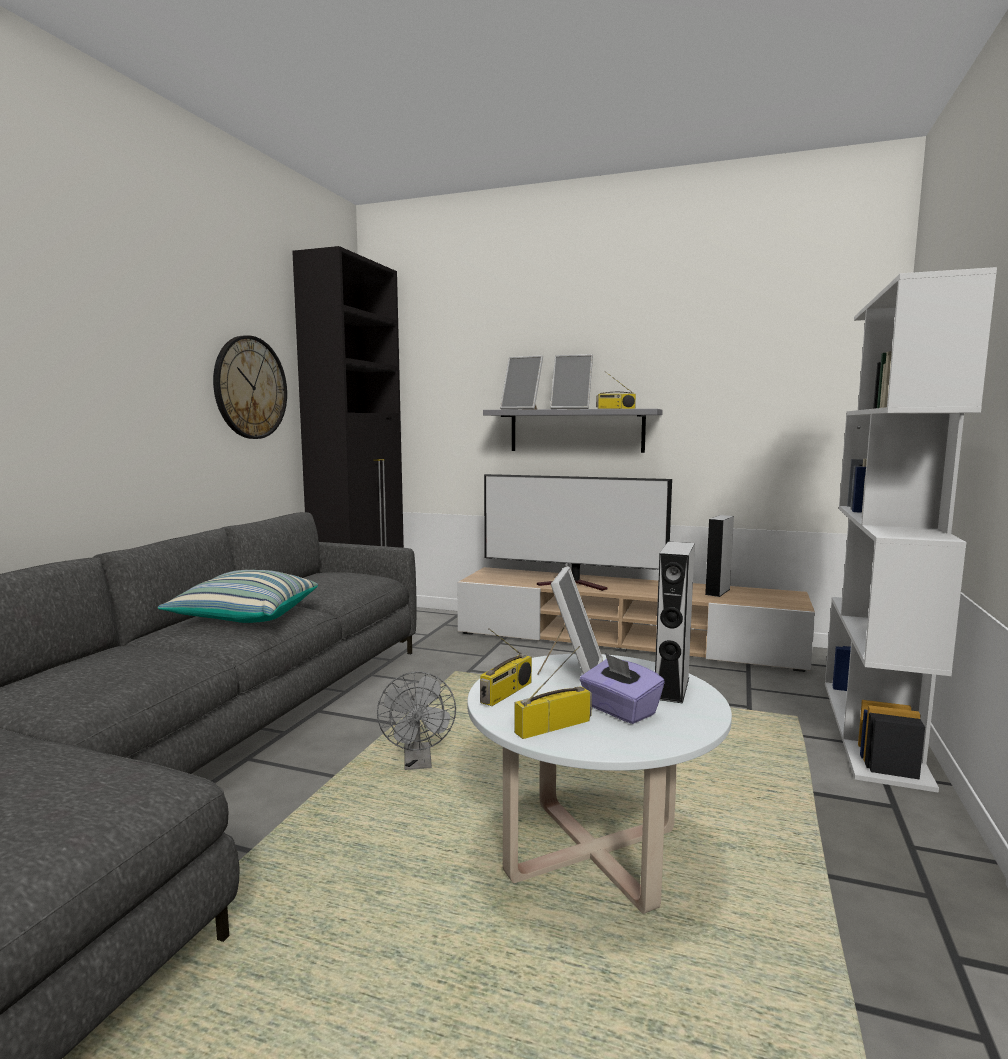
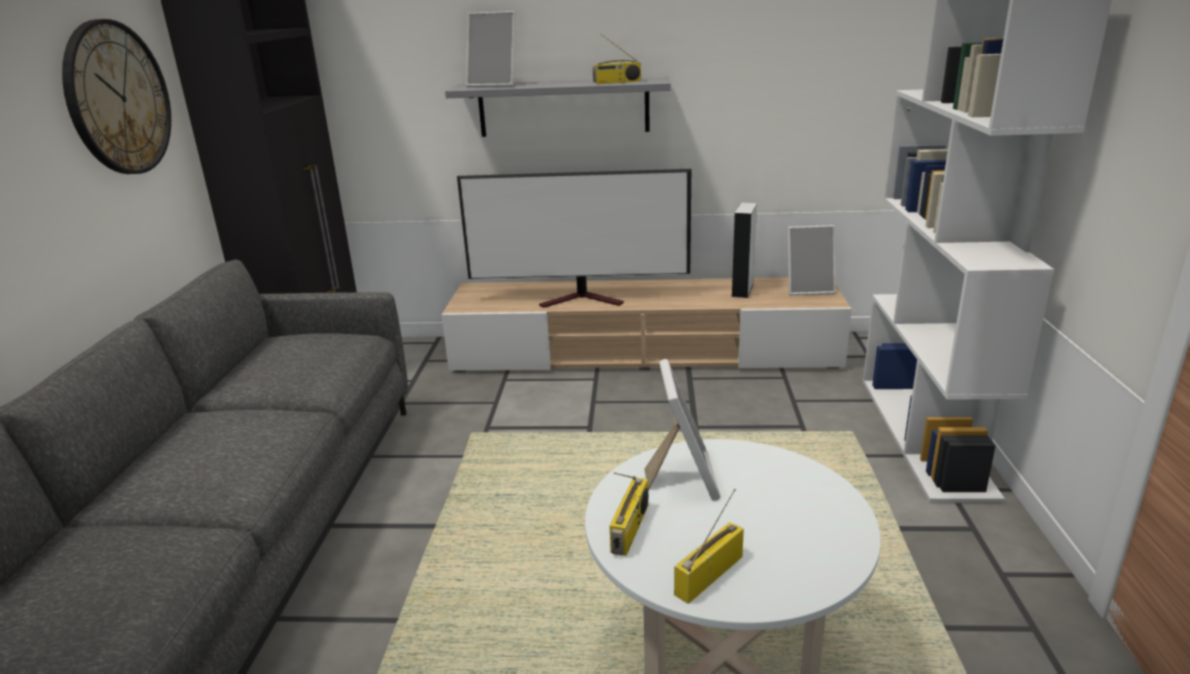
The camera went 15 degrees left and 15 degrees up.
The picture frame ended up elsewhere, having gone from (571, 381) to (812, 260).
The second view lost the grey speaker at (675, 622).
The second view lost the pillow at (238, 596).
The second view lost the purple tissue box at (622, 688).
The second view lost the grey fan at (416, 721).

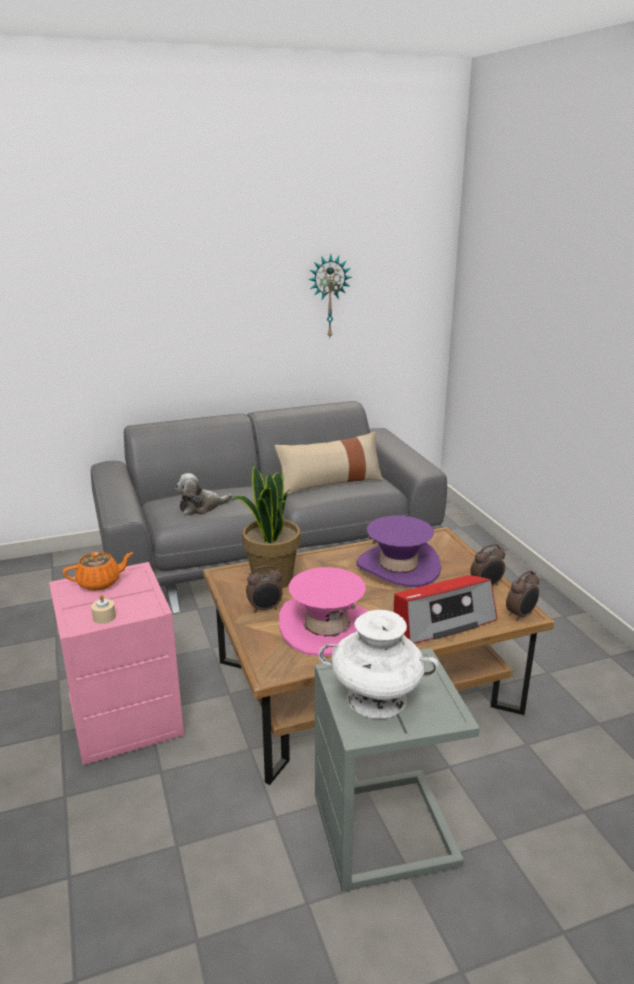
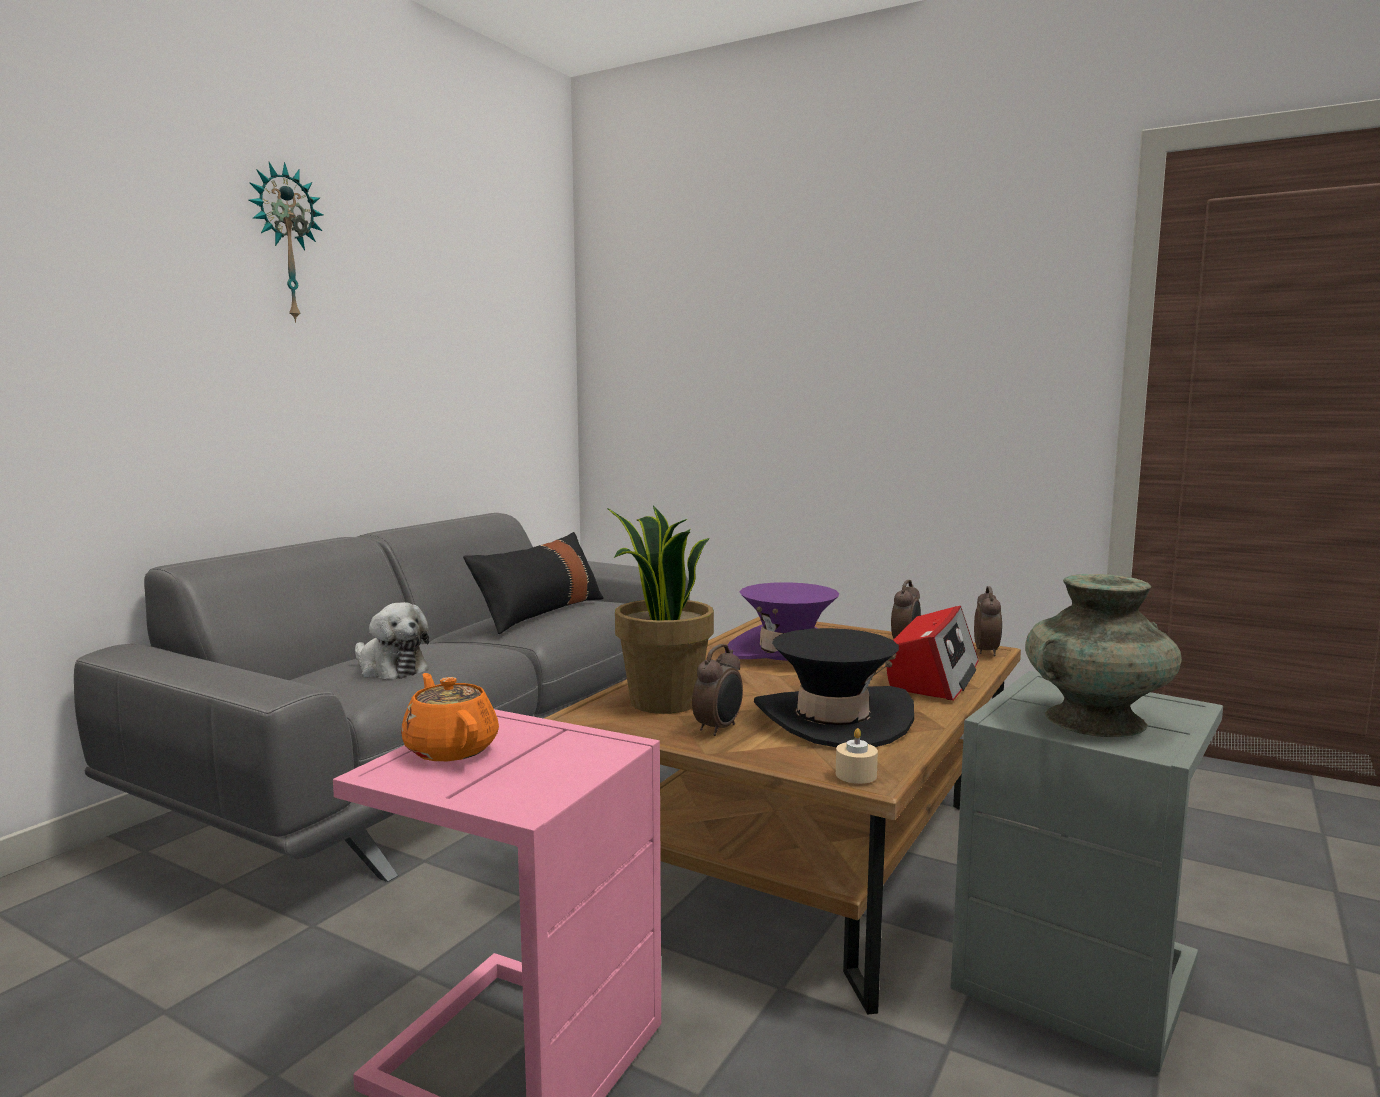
The camera went 40 degrees left and 15 degrees down.
The wall clock ended up elsewhere, having gone from (330, 296) to (286, 242).
What was the beige pillow at (329, 463) turned into the black pillow at (533, 583).
The plush toy at (204, 494) ended up facing another way, 75 degrees counterclockwise from before.
The orange teapot at (97, 571) ended up facing another way, 60 degrees counterclockwise from before.
What was the pink hat at (323, 611) turned into the black hat at (834, 688).
The beige candle ended up elsewhere, having gone from (103, 609) to (857, 756).
What was the white vase at (379, 664) turned into the turquoise vase at (1103, 655).

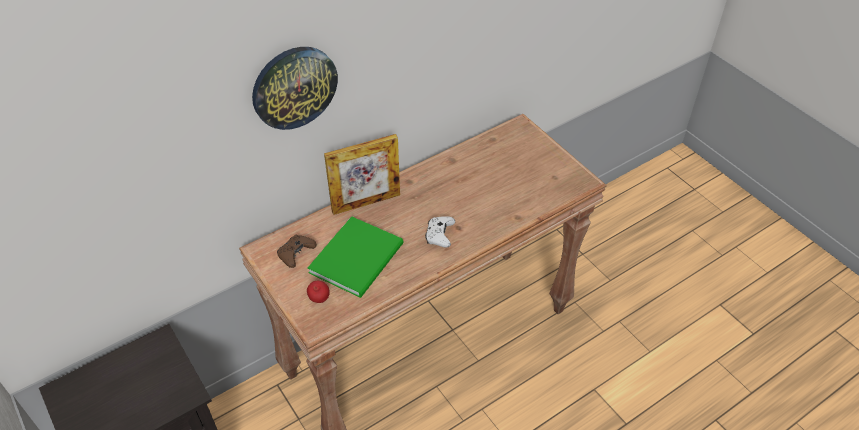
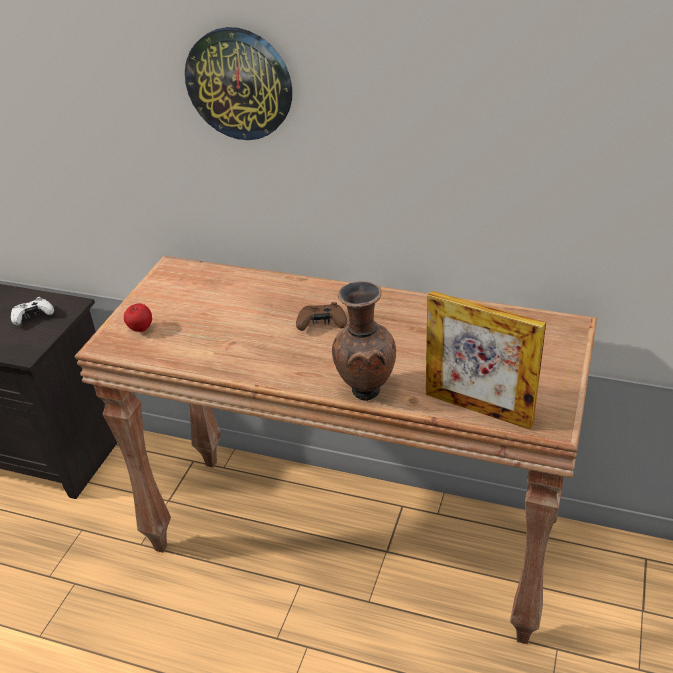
The camera went 55 degrees right and 10 degrees down.
The picture frame ended up elsewhere, having gone from (362, 174) to (486, 360).
The second view lost the green book at (355, 257).
The white game controller ended up elsewhere, having gone from (440, 232) to (32, 311).
The brown game controller ended up elsewhere, having gone from (296, 251) to (321, 316).
The second view gained the brown vase at (364, 341).

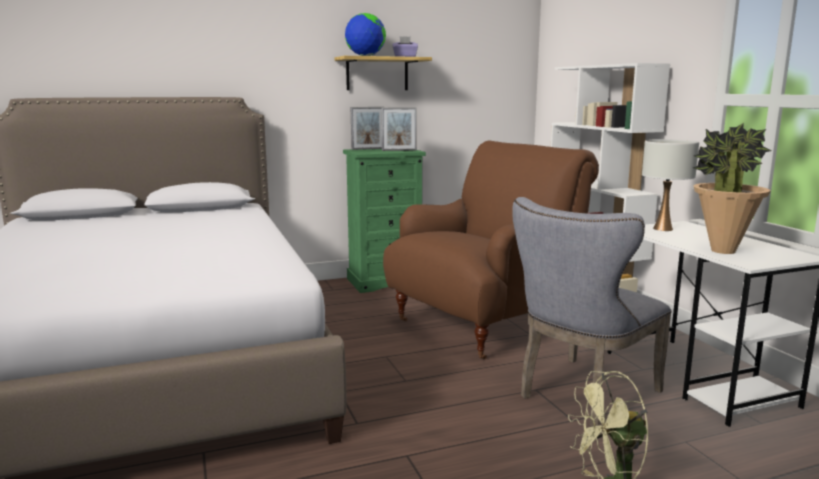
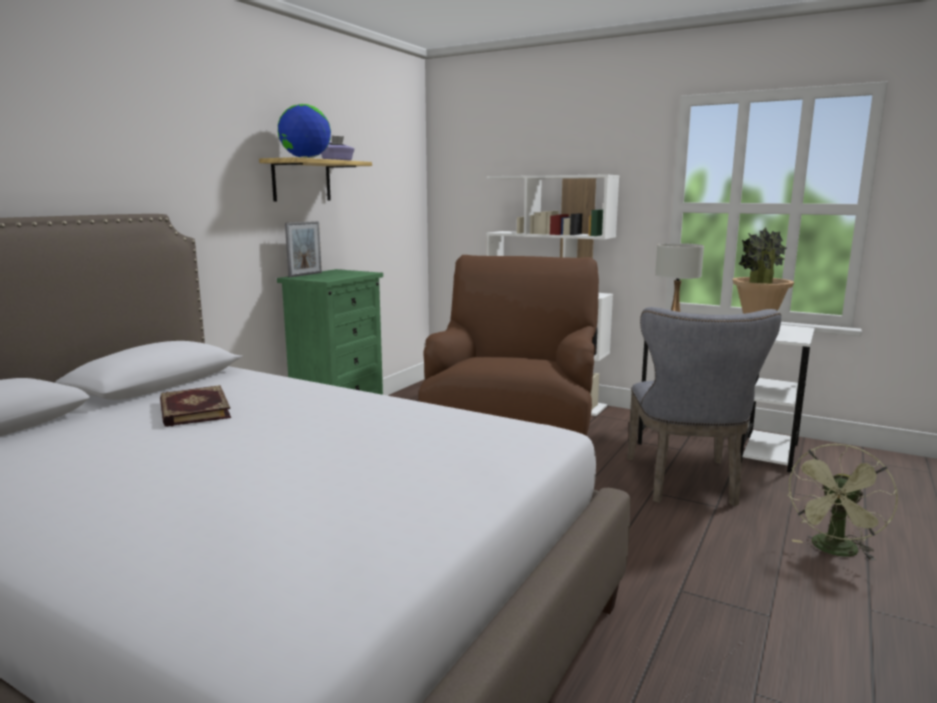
The camera went 40 degrees left and 0 degrees up.
The second view lost the picture frame at (399, 129).
The second view gained the book at (195, 406).

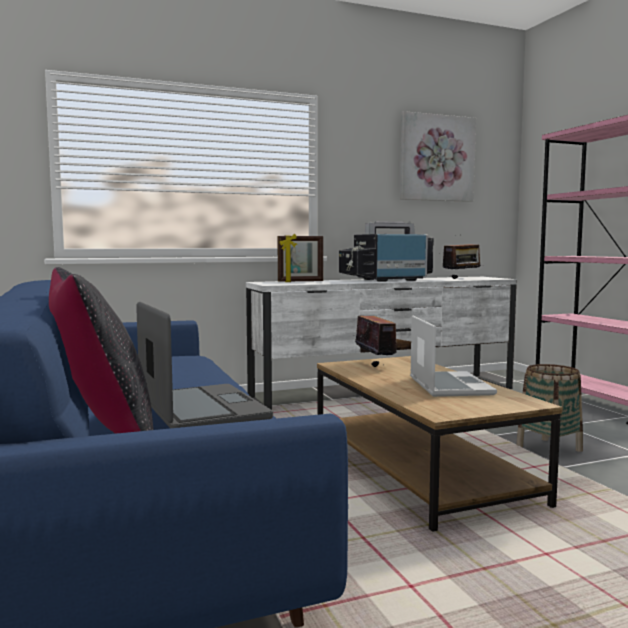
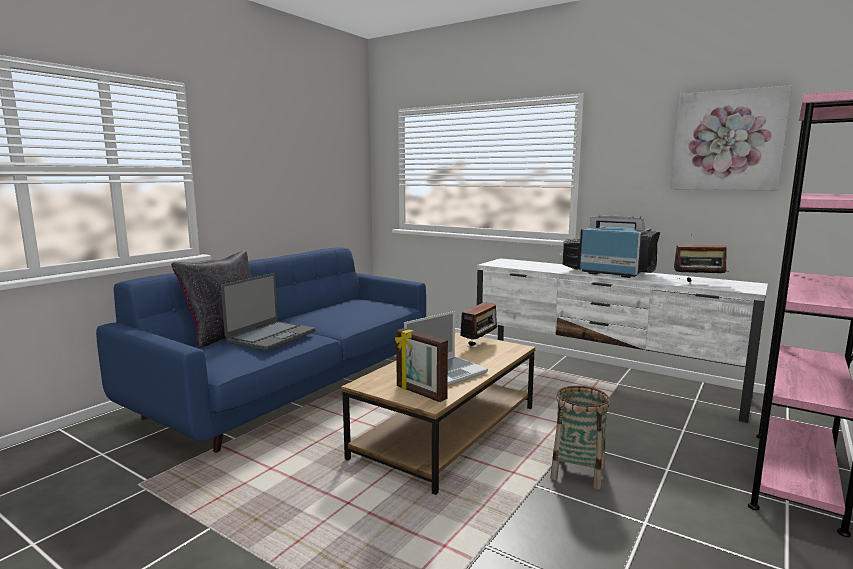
The camera went 55 degrees right and 5 degrees up.
The picture frame ended up elsewhere, having gone from (300, 258) to (421, 365).

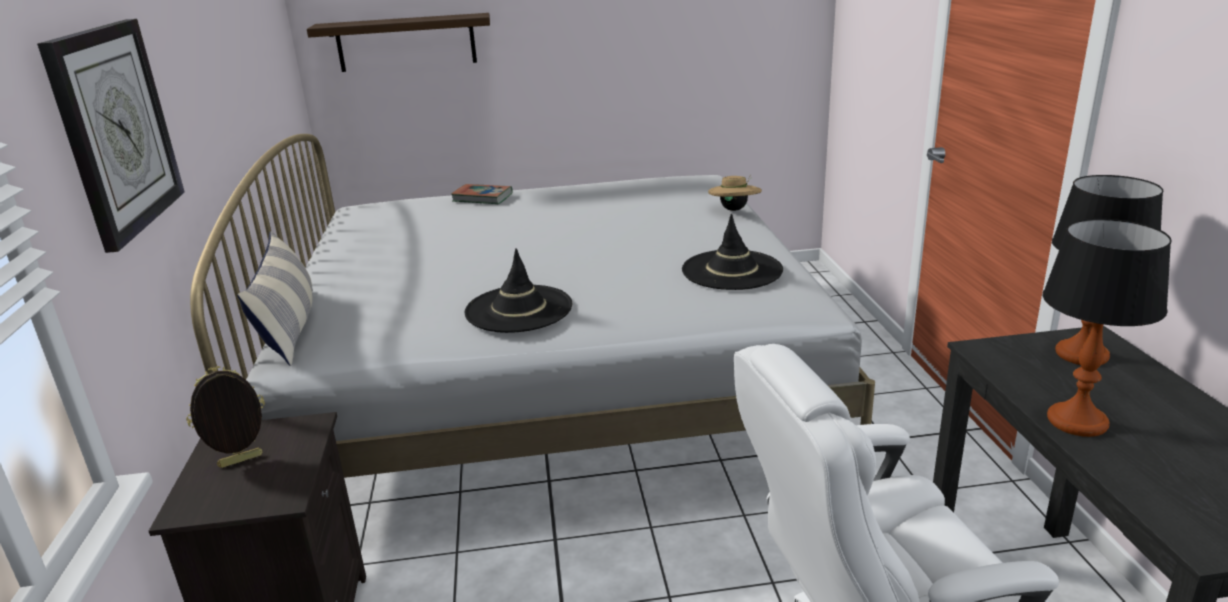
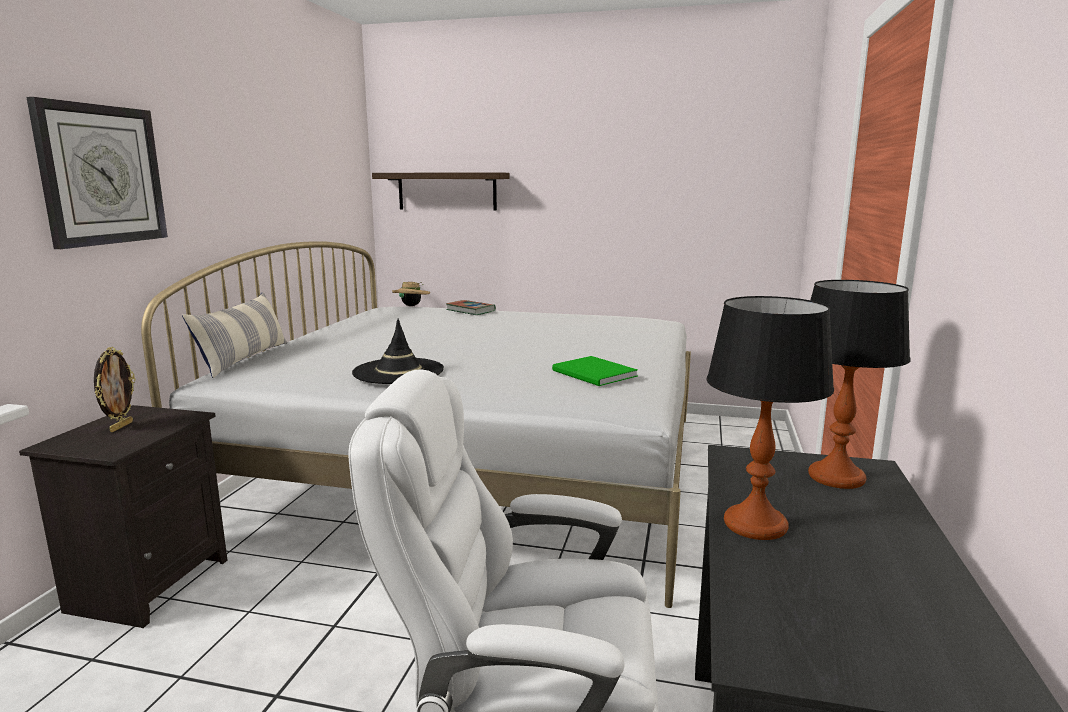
The camera went 20 degrees right and 10 degrees down.
The beige hat ended up elsewhere, having gone from (735, 193) to (411, 294).
Where the black hat stood at (732, 252), the green book came to stand at (595, 371).
The picture frame at (225, 417) ended up facing another way, 105 degrees clockwise from before.

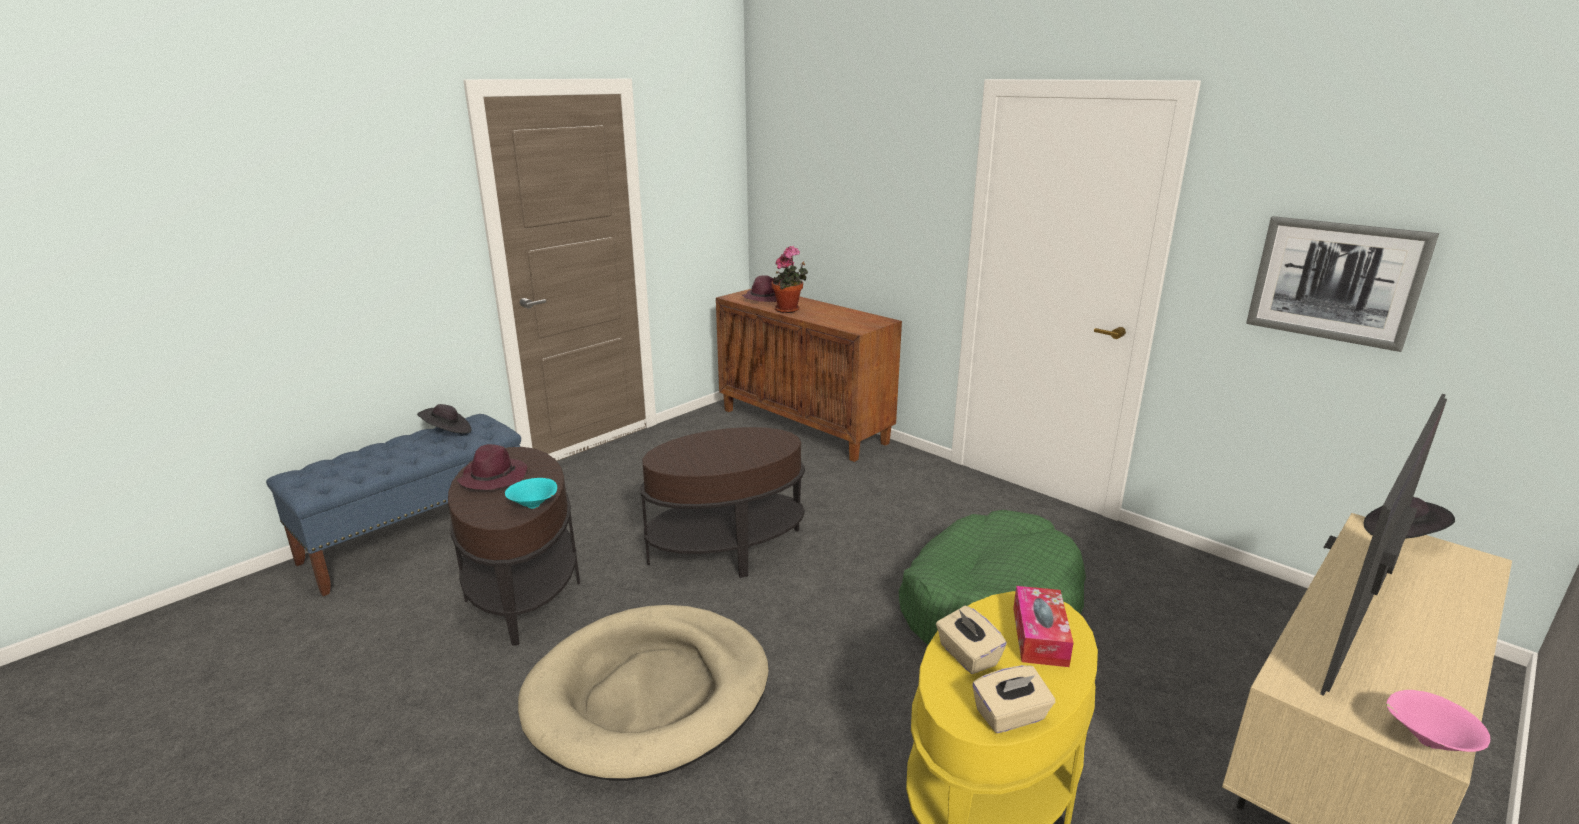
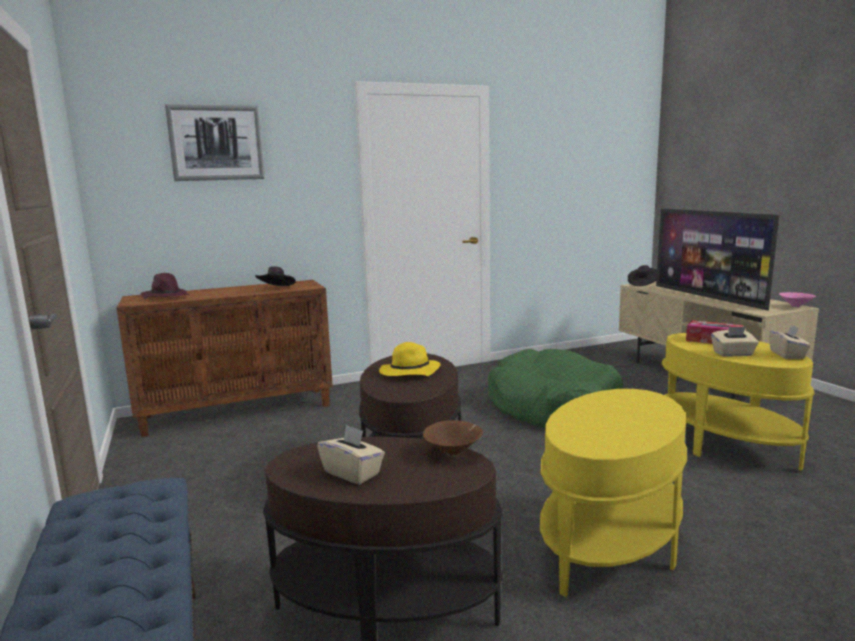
The camera went 65 degrees left and 10 degrees down.
The picture ended up elsewhere, having gone from (1342, 284) to (215, 142).
The second view lost the potted plant at (790, 279).
The black hat ended up elsewhere, having gone from (444, 419) to (275, 276).
Where the purple hat stood at (492, 467), the beige tissue box came to stand at (351, 455).
What was the turquoise bowl at (531, 493) turned into the brown bowl at (453, 438).
Where the beige dog bed stood at (643, 693), the yellow side table came to stand at (613, 493).
The second view gained the yellow hat at (410, 359).

